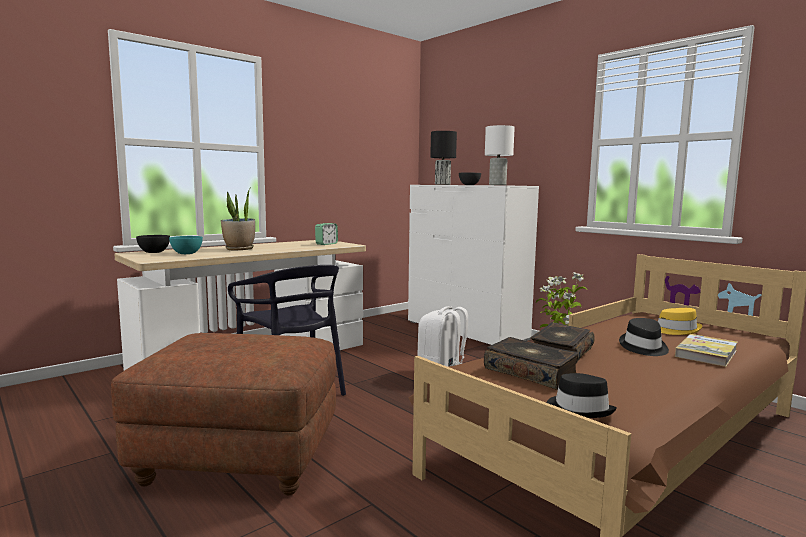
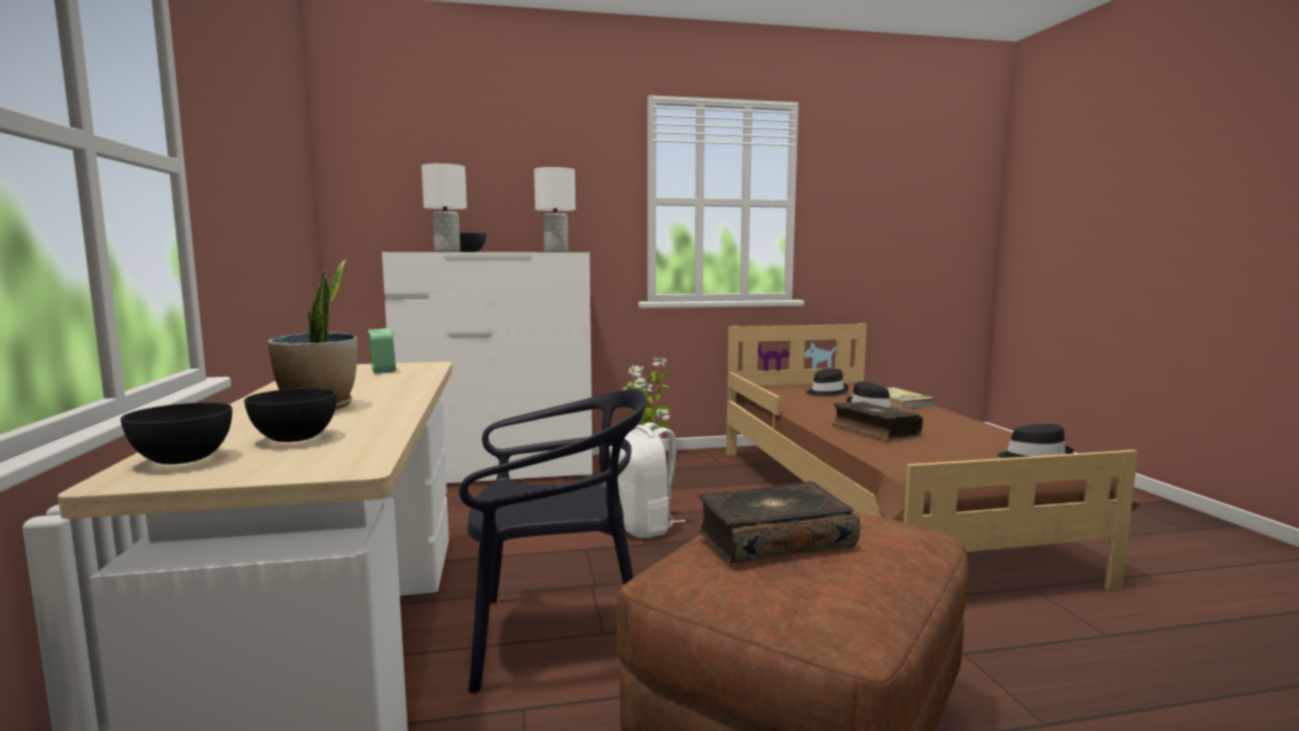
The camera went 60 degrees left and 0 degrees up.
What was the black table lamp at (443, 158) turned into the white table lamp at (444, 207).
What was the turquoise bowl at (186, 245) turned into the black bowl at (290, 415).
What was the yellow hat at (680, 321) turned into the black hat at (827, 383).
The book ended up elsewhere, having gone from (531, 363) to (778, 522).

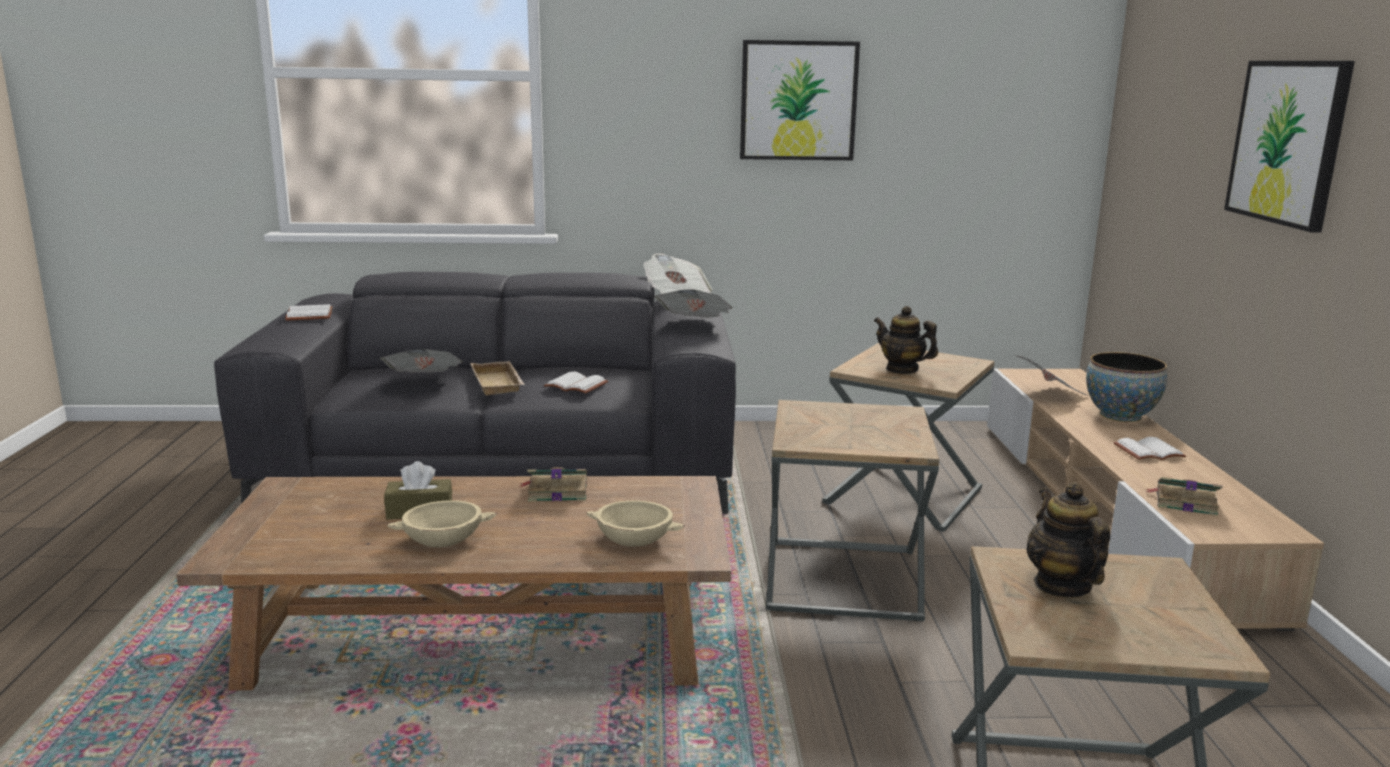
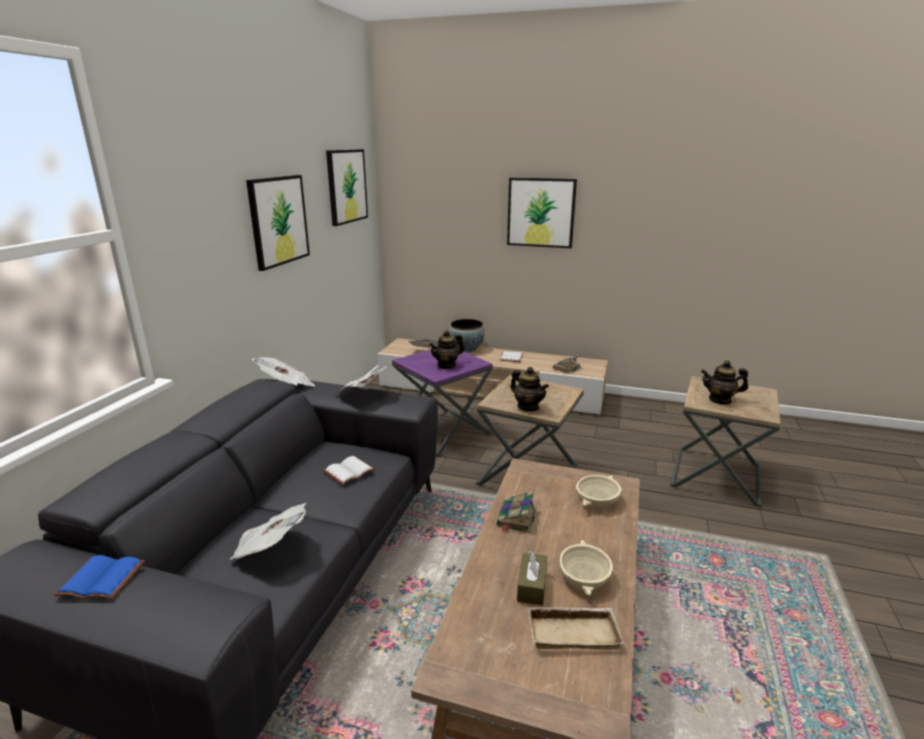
The camera went 70 degrees left and 5 degrees up.
What was the white book at (309, 312) turned into the blue book at (99, 577).
What was the brown side table at (908, 437) turned into the purple side table at (442, 402).
The beige tray ended up elsewhere, having gone from (497, 378) to (576, 628).
The second view gained the picture at (347, 187).
The second view gained the teapot at (529, 389).

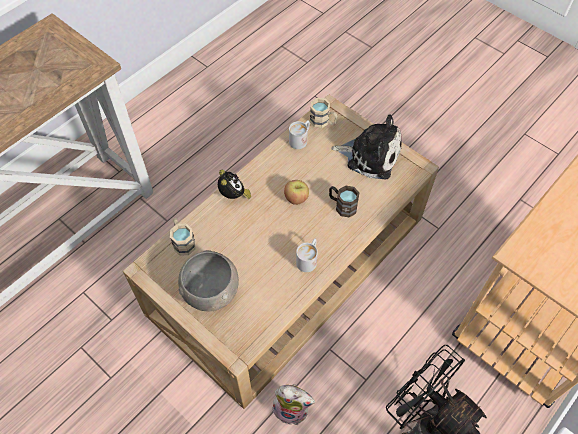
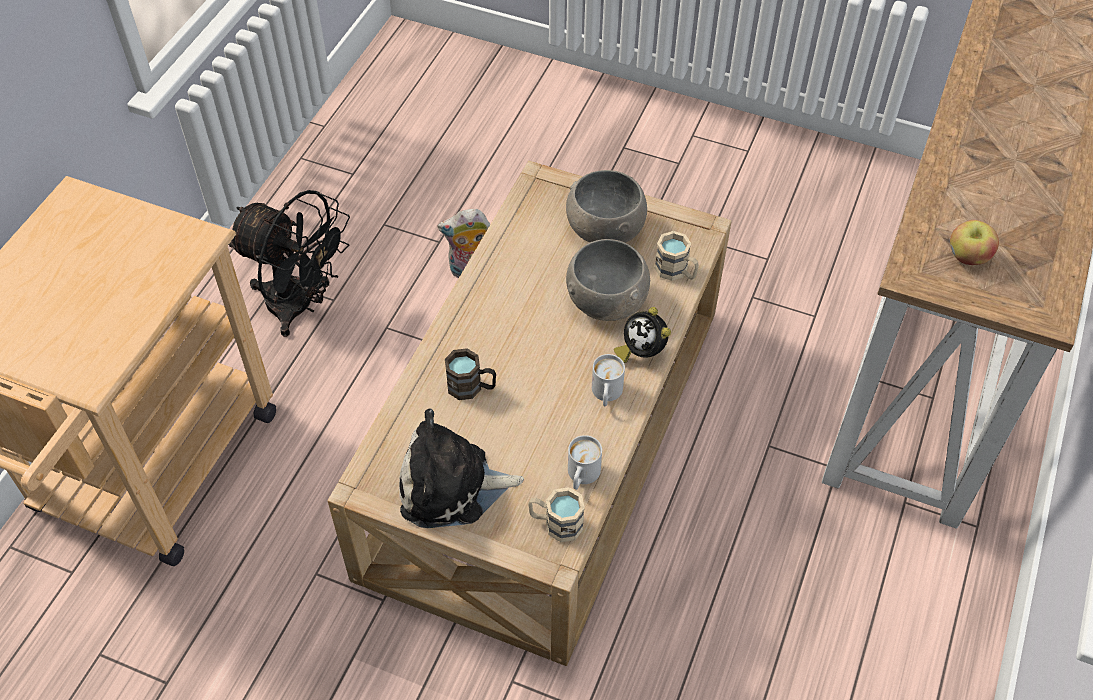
The camera went 160 degrees right and 5 degrees down.
The apple ended up elsewhere, having gone from (296, 192) to (974, 242).
The white mug ended up elsewhere, having gone from (307, 255) to (608, 380).
The second view gained the grey bowl at (608, 280).

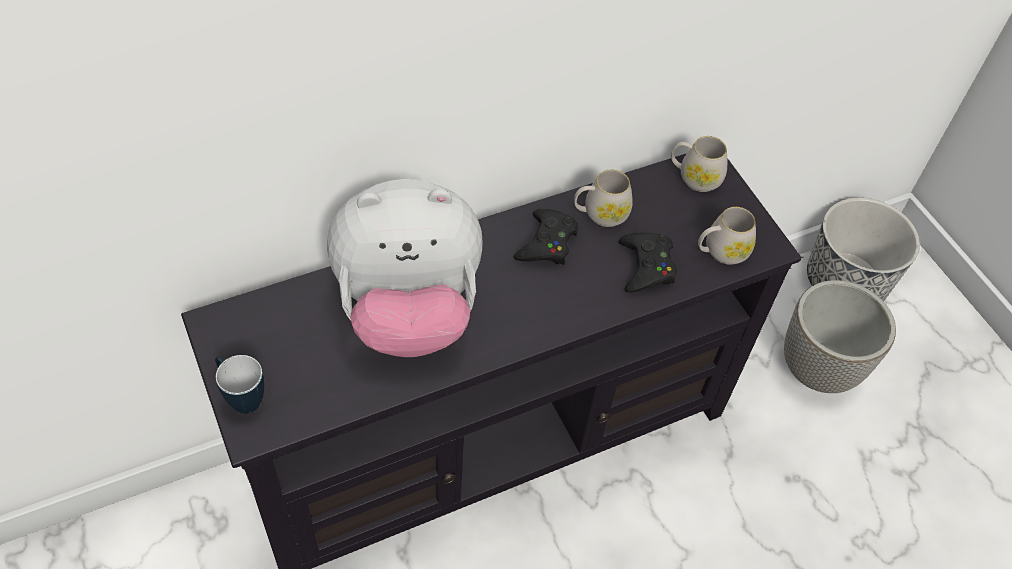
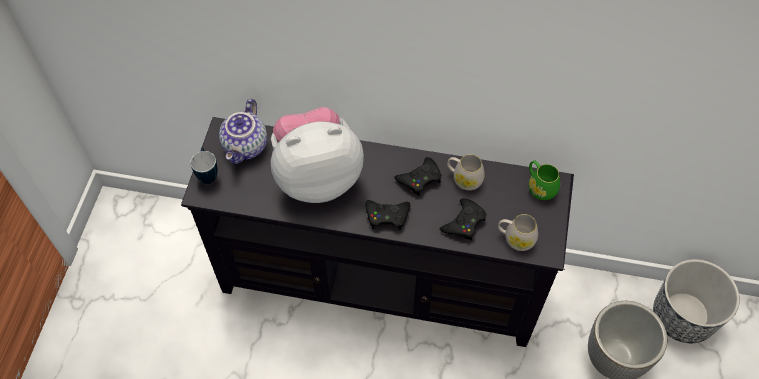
The camera went 40 degrees right and 5 degrees up.
What was the white mug at (699, 164) turned into the green mug at (544, 180).
The plush toy at (405, 268) ended up facing another way, 135 degrees clockwise from before.
The second view gained the teapot at (243, 131).
The second view gained the black game controller at (387, 215).

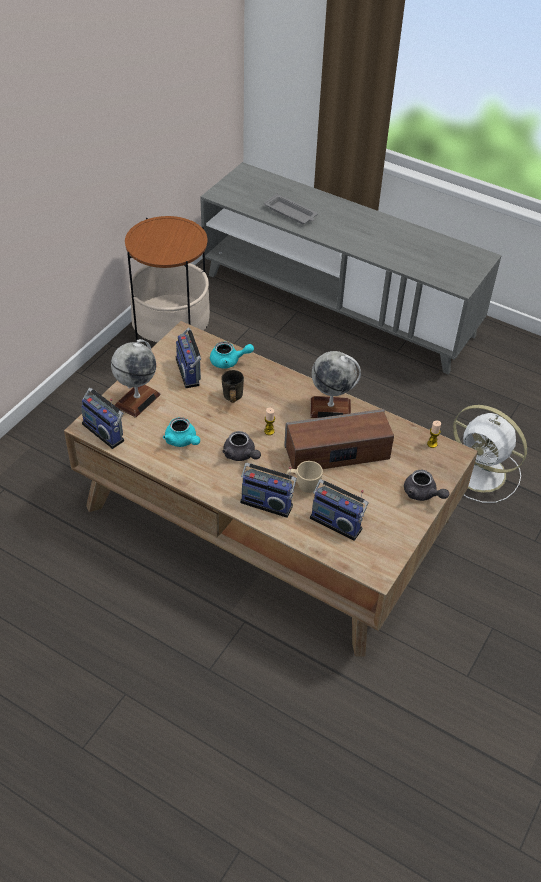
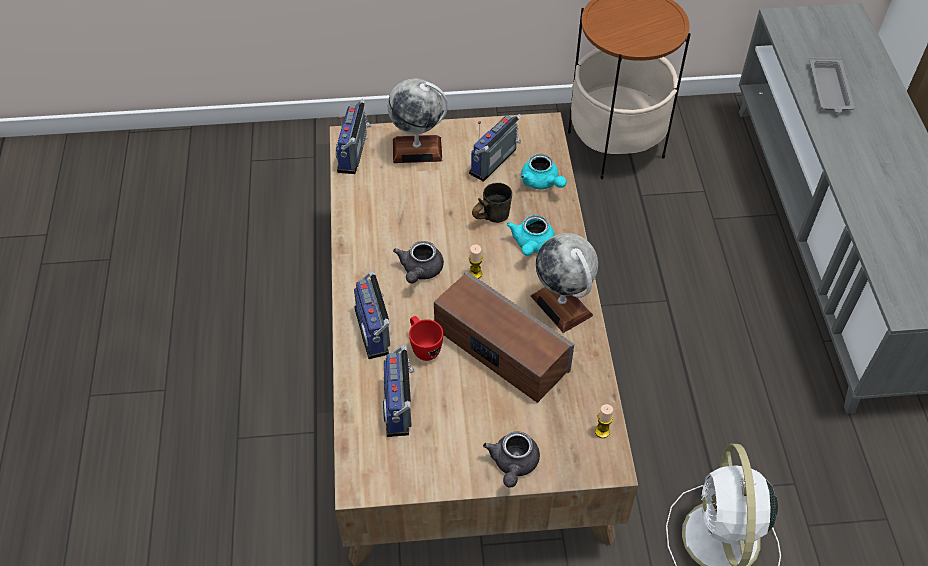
The camera went 55 degrees right and 5 degrees up.
The turquoise teapot ended up elsewhere, having gone from (181, 432) to (530, 235).
What was the beige mug at (304, 477) turned into the red mug at (426, 338).

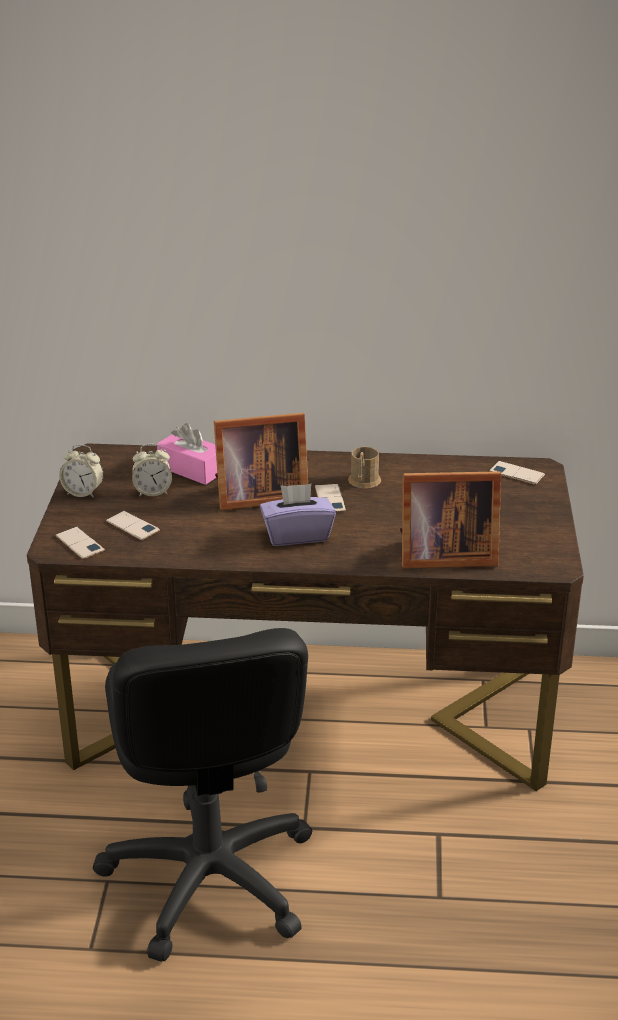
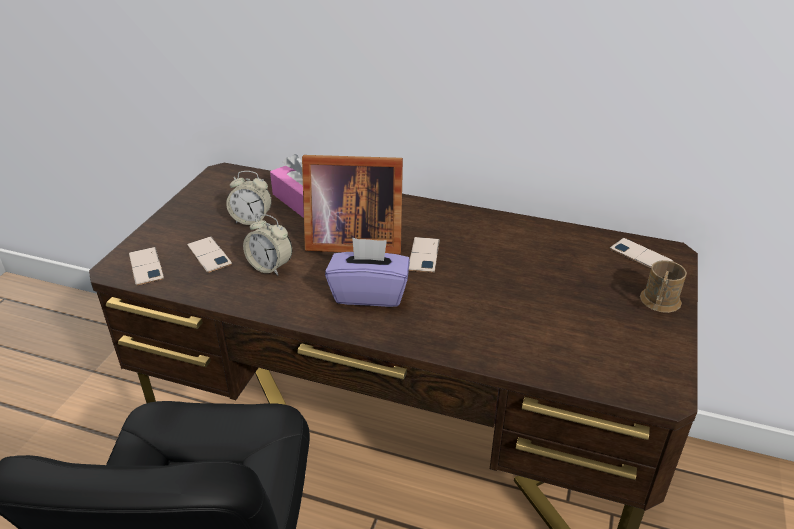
The camera went 15 degrees right and 5 degrees up.
The alarm clock ended up elsewhere, having gone from (81, 471) to (267, 245).
The brown mug ended up elsewhere, having gone from (364, 467) to (663, 286).
The second view lost the picture frame at (450, 519).

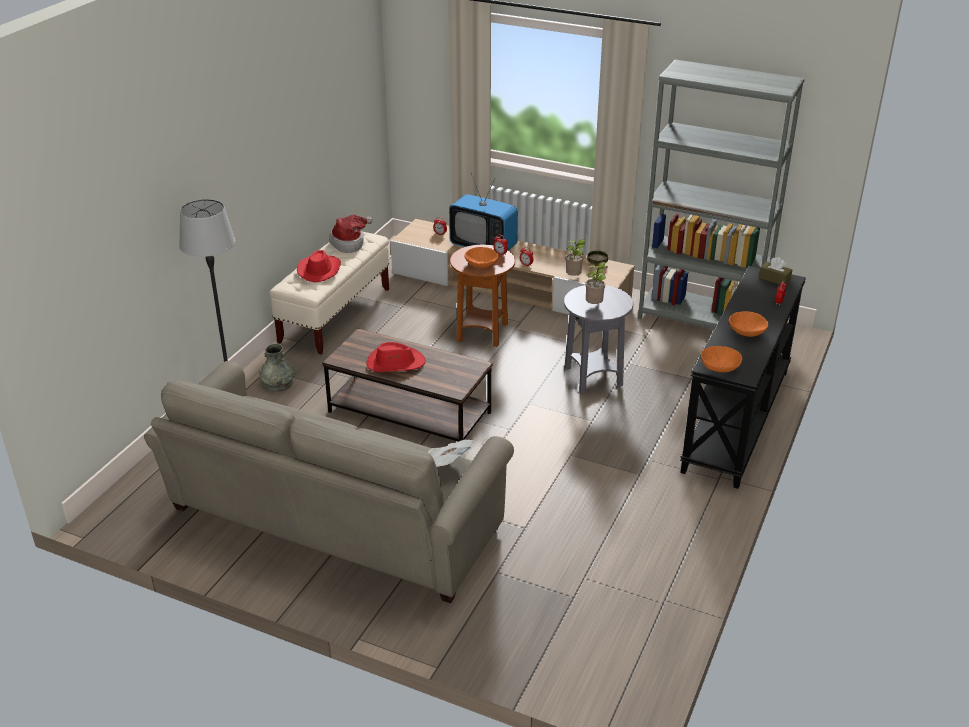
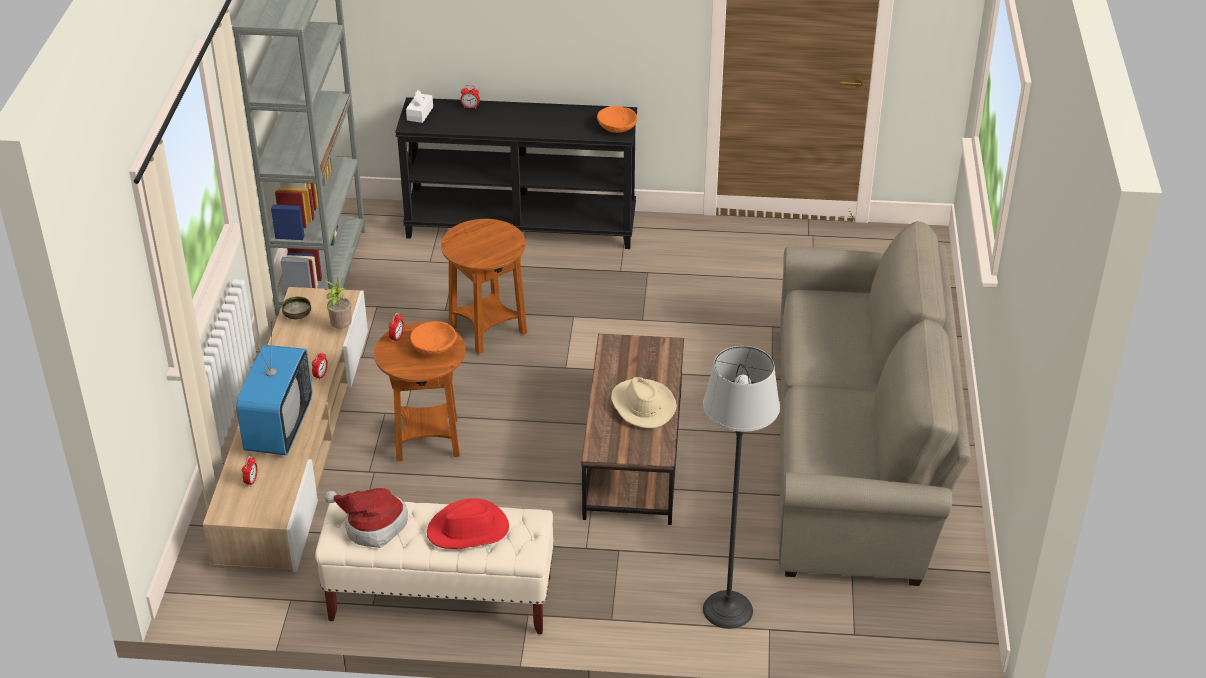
The camera went 110 degrees left and 5 degrees up.
What was the brown tissue box at (775, 270) turned into the white tissue box at (419, 106).
The second view lost the potted plant at (596, 283).
What was the grey side table at (598, 339) turned into the brown side table at (484, 286).
The second view lost the orange bowl at (748, 324).
What was the red hat at (396, 357) turned into the beige hat at (644, 402).
The second view lost the grey vase at (277, 368).
The second view lost the newspaper at (450, 453).

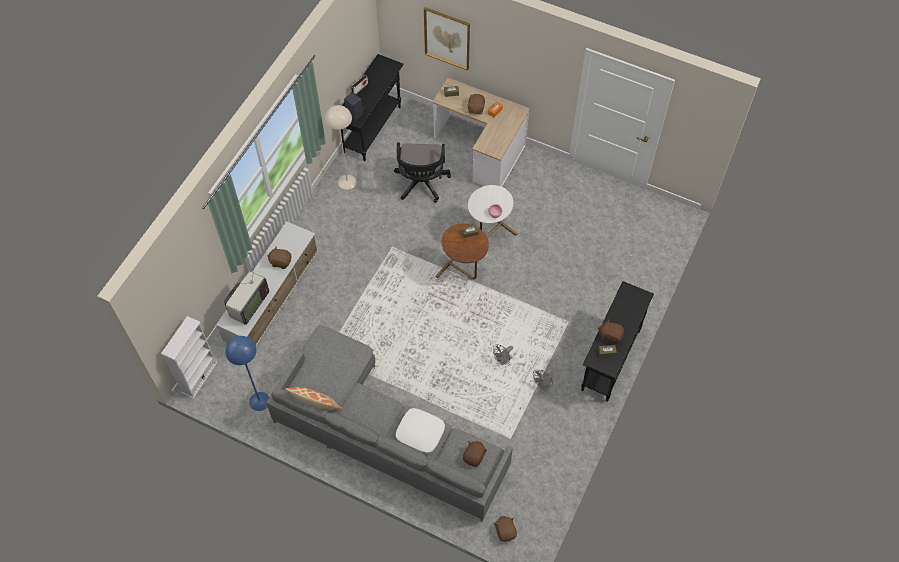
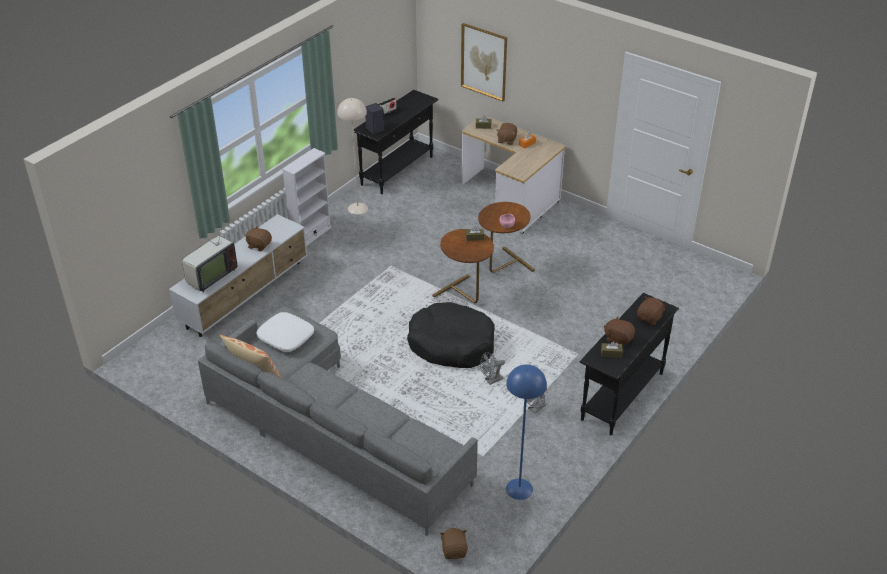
The camera went 10 degrees right and 20 degrees down.
The second view lost the black office chair at (422, 172).
What was the white side table at (492, 211) turned into the brown side table at (506, 237).
The white bookcase ended up elsewhere, having gone from (189, 357) to (307, 197).
The blue floor lamp ended up elsewhere, having gone from (247, 373) to (526, 432).
The white pillow ended up elsewhere, having gone from (420, 430) to (285, 332).
The brown plush toy ended up elsewhere, having gone from (475, 454) to (651, 310).
The second view gained the black dog bed at (451, 335).

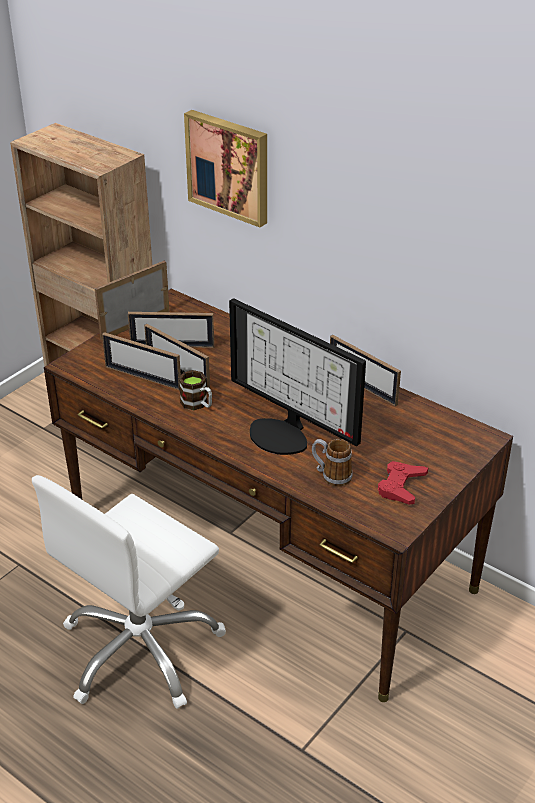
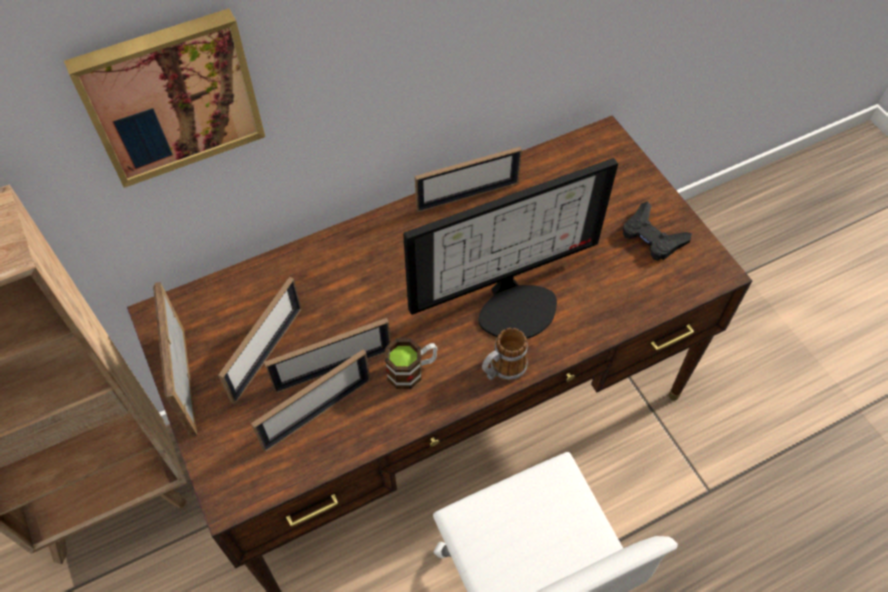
The camera went 65 degrees left and 20 degrees up.
The mug ended up elsewhere, having gone from (332, 462) to (505, 354).
What was the red game controller at (403, 483) turned into the black game controller at (657, 231).

